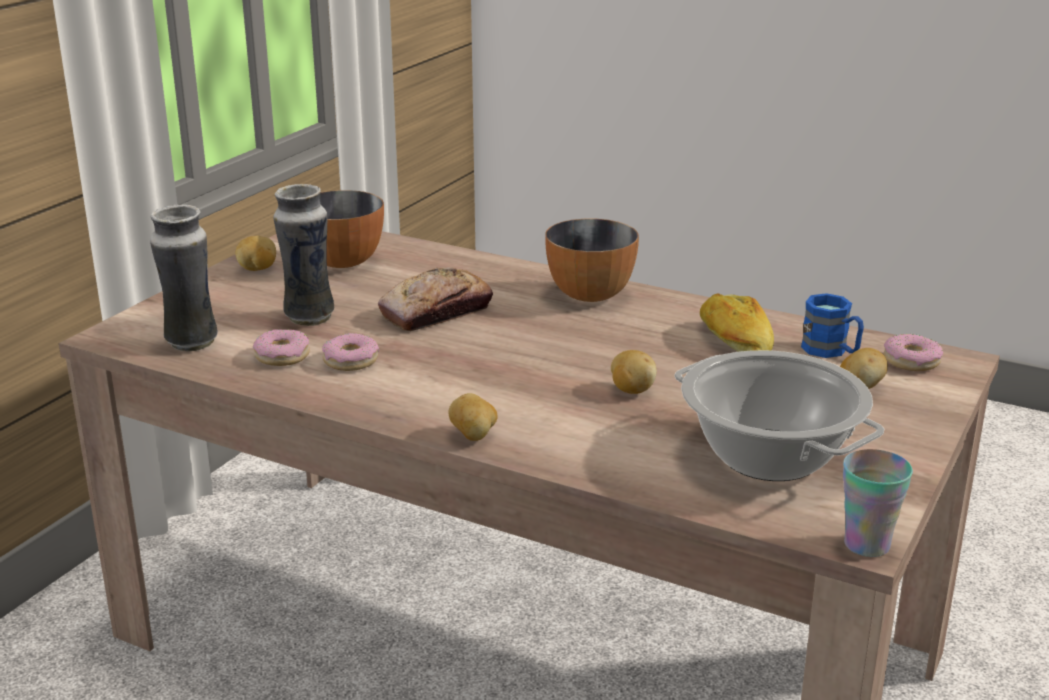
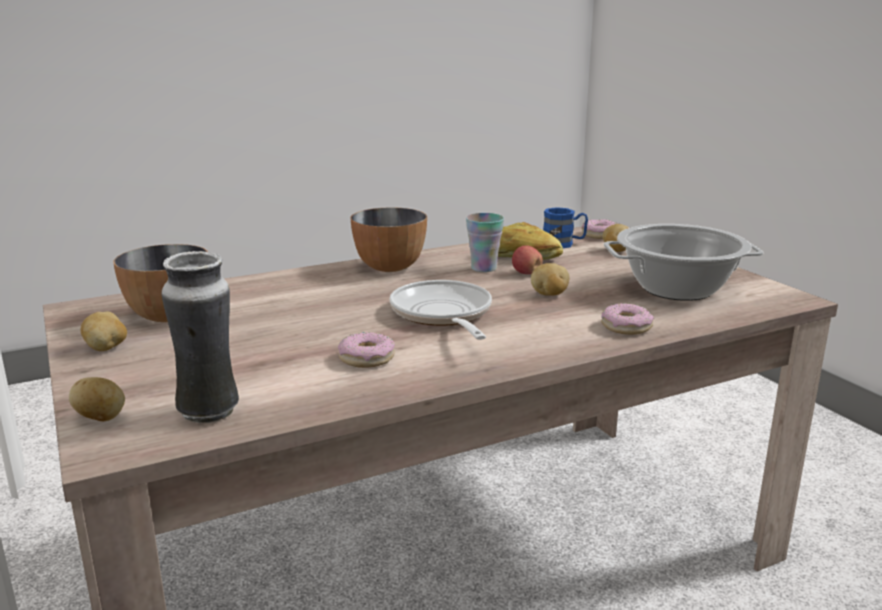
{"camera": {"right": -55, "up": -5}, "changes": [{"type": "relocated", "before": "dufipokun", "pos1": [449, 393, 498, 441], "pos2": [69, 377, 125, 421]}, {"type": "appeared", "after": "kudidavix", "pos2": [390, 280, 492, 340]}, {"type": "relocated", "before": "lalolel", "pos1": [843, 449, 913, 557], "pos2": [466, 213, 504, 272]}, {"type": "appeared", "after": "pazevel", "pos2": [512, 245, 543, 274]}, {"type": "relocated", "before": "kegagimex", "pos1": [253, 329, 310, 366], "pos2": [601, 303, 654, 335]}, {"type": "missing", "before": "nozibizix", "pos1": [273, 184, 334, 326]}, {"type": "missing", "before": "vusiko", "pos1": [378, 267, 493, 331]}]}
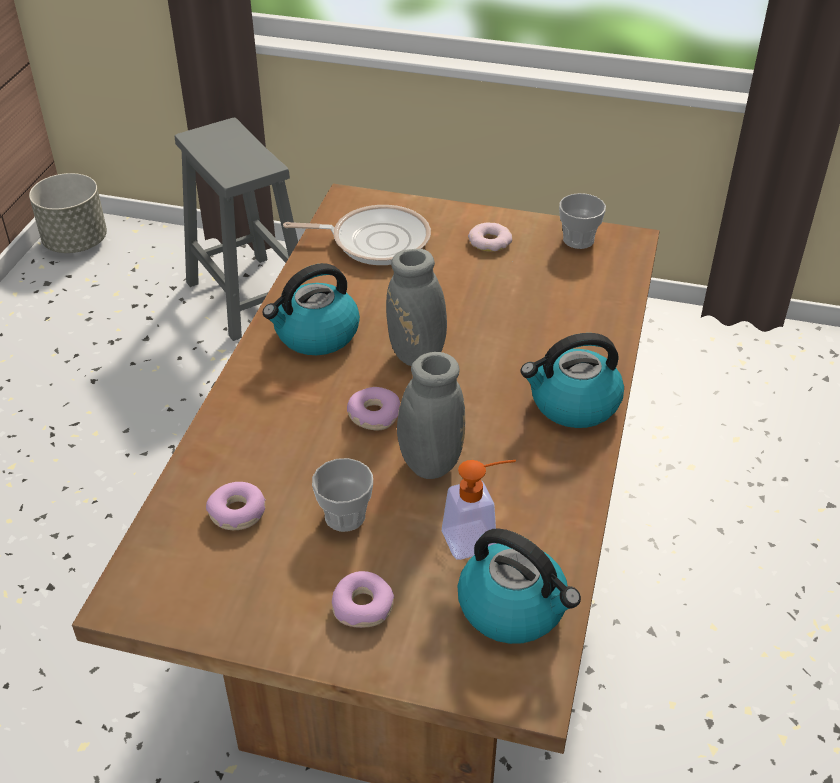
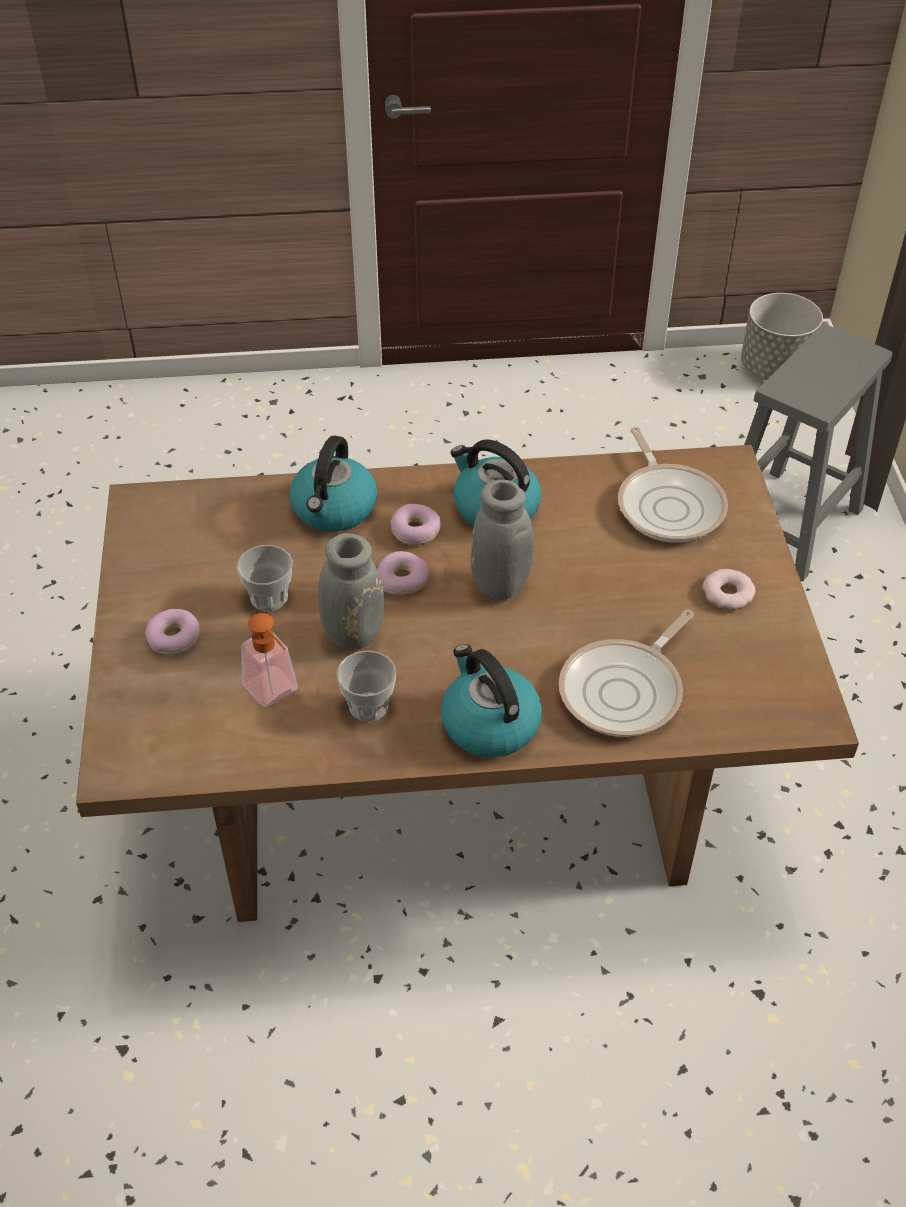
{"camera": {"right": 70, "up": 5}, "changes": [{"type": "relocated", "before": "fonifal", "pos1": [457, 528, 581, 644], "pos2": [290, 436, 377, 532]}, {"type": "relocated", "before": "lalolel", "pos1": [559, 193, 606, 249], "pos2": [336, 650, 397, 722]}, {"type": "relocated", "before": "kegagimex", "pos1": [206, 482, 266, 530], "pos2": [390, 504, 441, 545]}, {"type": "appeared", "after": "kudidavix", "pos2": [559, 610, 694, 737]}]}
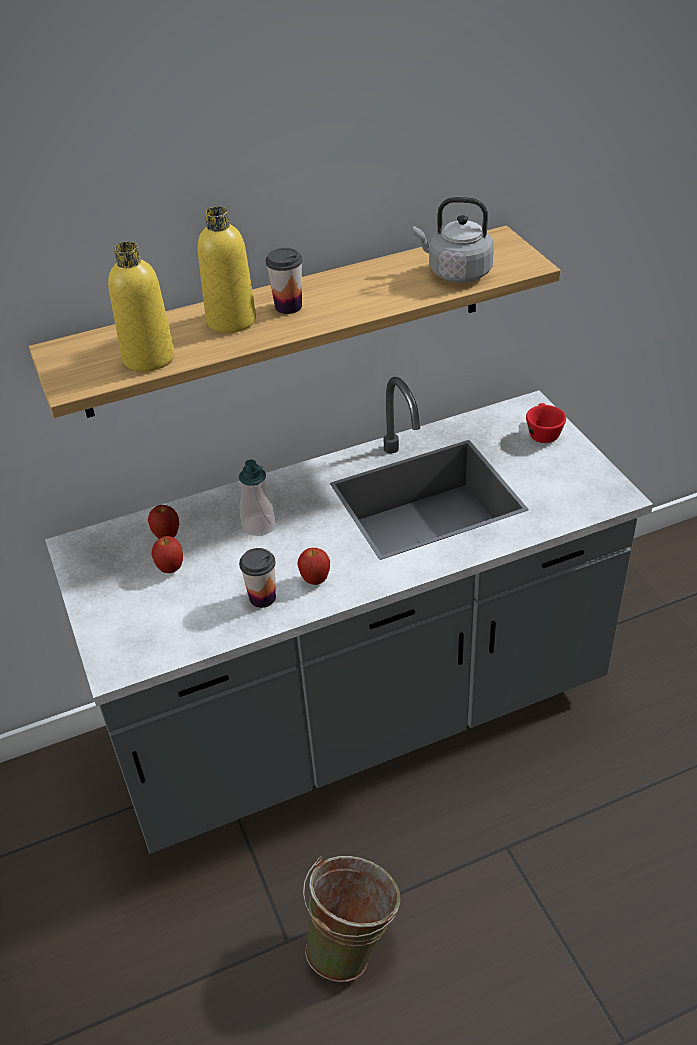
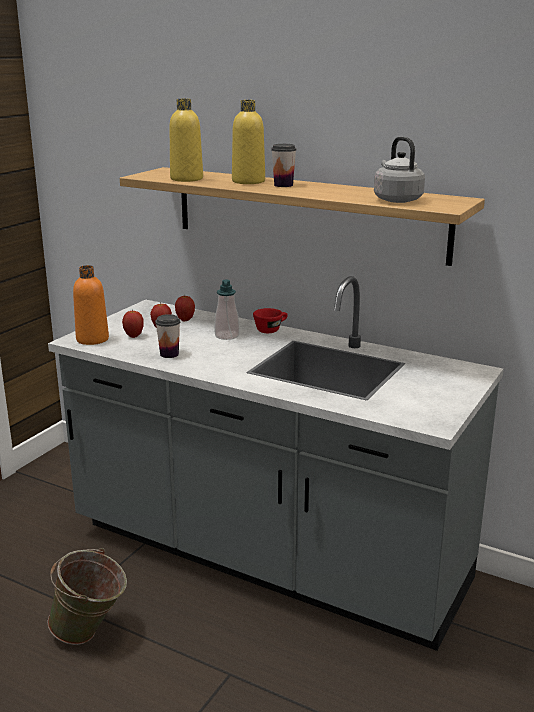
{"camera": {"right": 50, "up": -20}, "changes": [{"type": "appeared", "after": "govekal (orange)", "pos2": [73, 265, 109, 345]}, {"type": "relocated", "before": "pazevel", "pos1": [297, 548, 330, 585], "pos2": [122, 311, 144, 338]}, {"type": "relocated", "before": "lalolel (red)", "pos1": [526, 403, 566, 443], "pos2": [253, 308, 288, 333]}]}
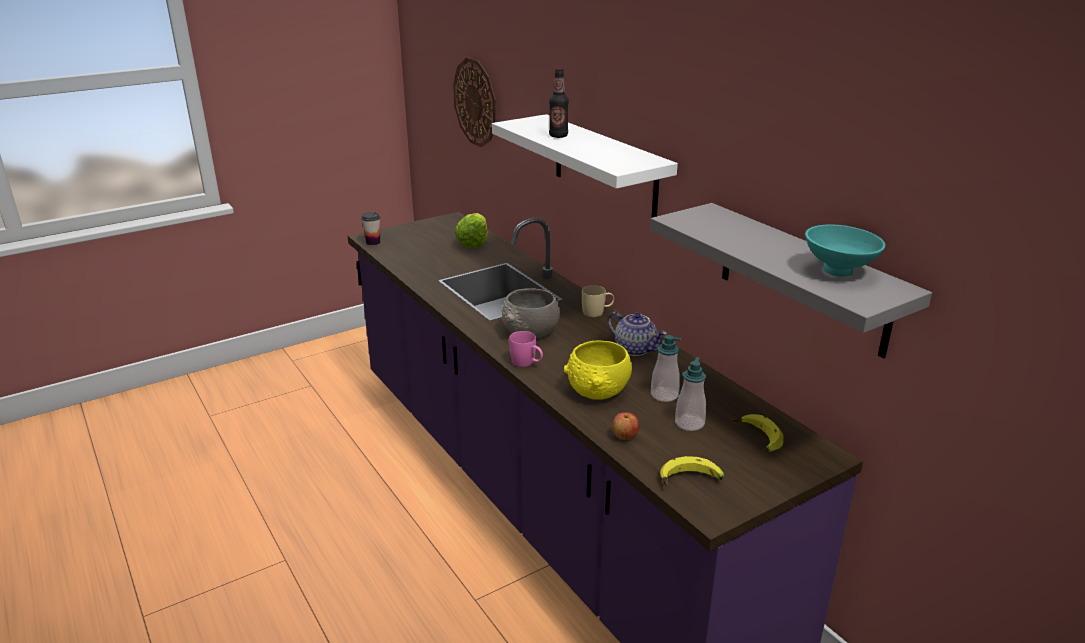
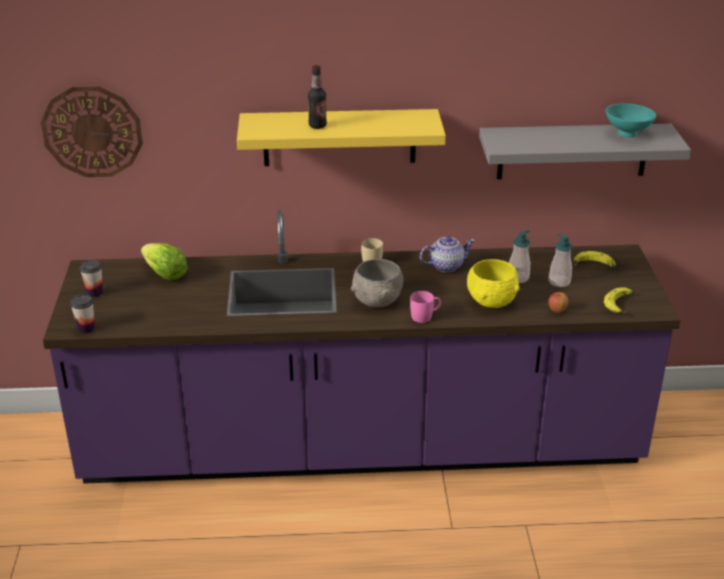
{"camera": {"right": -60, "up": 5}, "changes": [{"type": "appeared", "after": "lalolel", "pos2": [80, 260, 103, 297]}, {"type": "colour", "before": "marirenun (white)", "after": "marirenun (yellow)", "pos1": [492, 114, 678, 218], "pos2": [237, 109, 446, 166]}]}
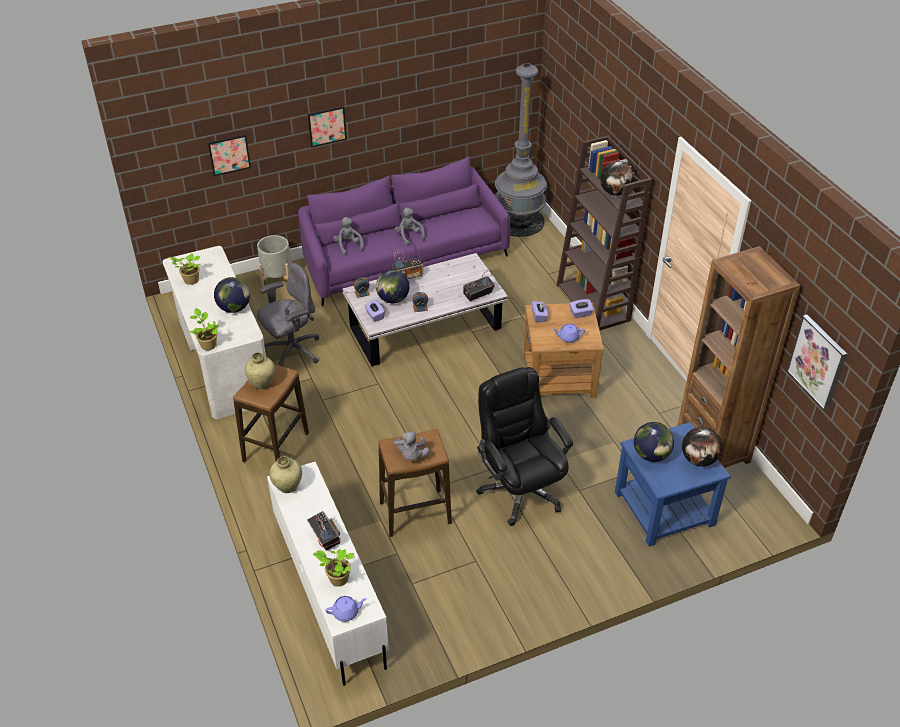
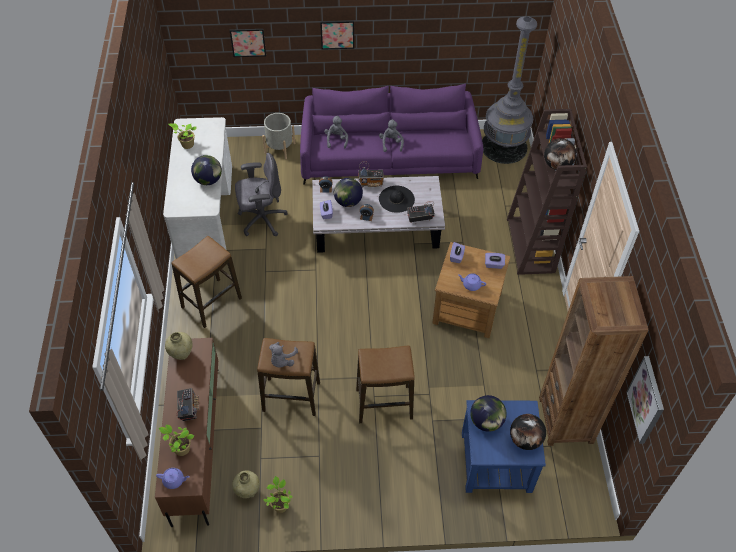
{"camera": {"right": 20, "up": 10}, "changes": [{"type": "colour", "before": "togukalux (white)", "after": "togukalux (brown)", "pos1": [267, 462, 389, 686], "pos2": [155, 338, 218, 527]}, {"type": "relocated", "before": "nozibizix (beige)", "pos1": [245, 352, 275, 389], "pos2": [232, 470, 260, 499]}, {"type": "relocated", "before": "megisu", "pos1": [190, 308, 219, 350], "pos2": [264, 476, 293, 513]}, {"type": "exchanged", "before": "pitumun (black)", "after": "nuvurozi", "pos1": [476, 367, 573, 526], "pos2": [356, 346, 415, 423]}, {"type": "appeared", "after": "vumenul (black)", "pos2": [379, 186, 415, 213]}]}
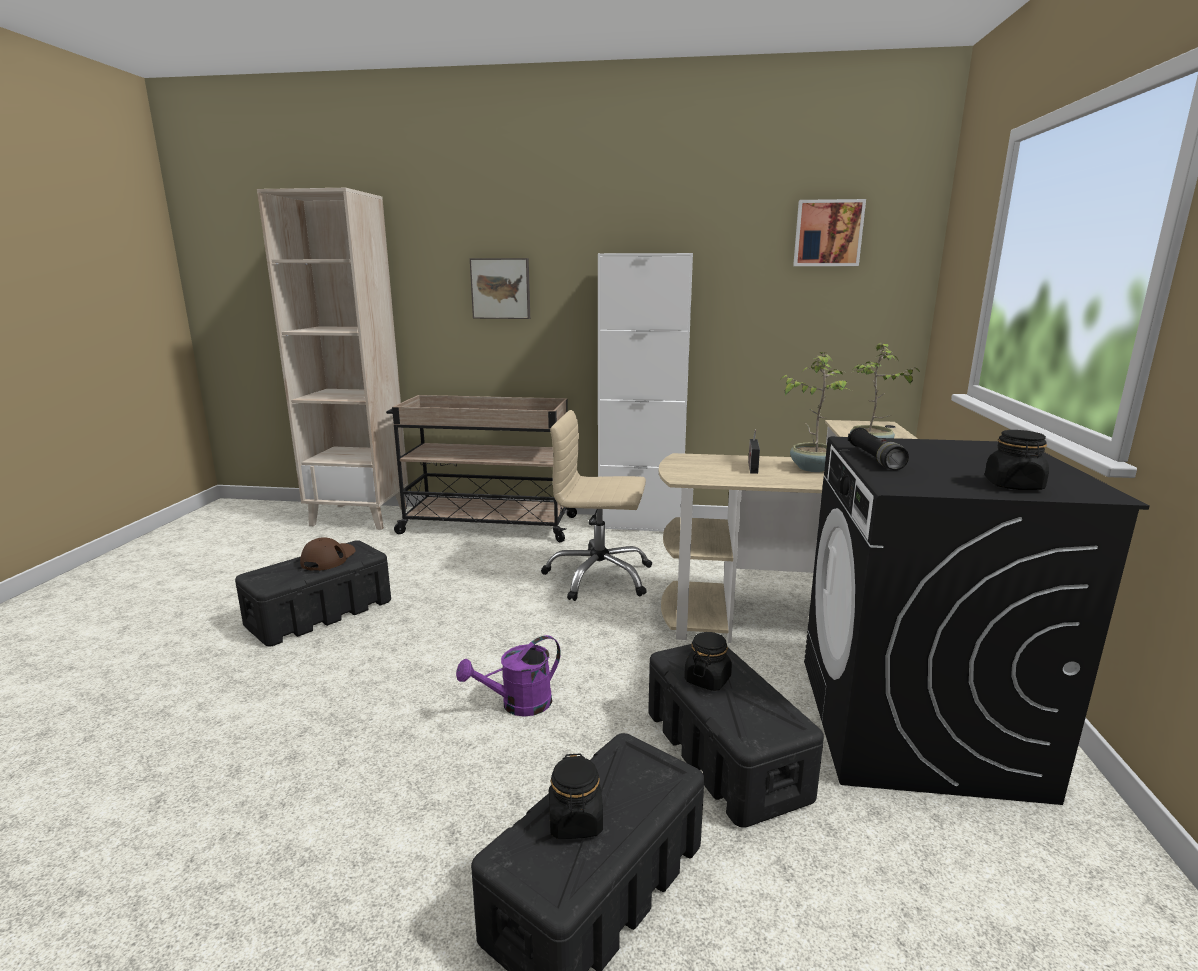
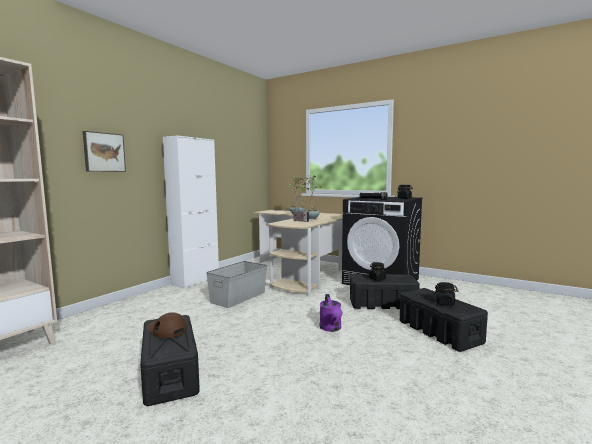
{"camera": {"right": -65, "up": -10}, "changes": [{"type": "exchanged", "before": "pitumun (beige)", "after": "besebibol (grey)", "pos1": [541, 410, 652, 601], "pos2": [206, 261, 267, 308]}, {"type": "missing", "before": "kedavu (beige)", "pos1": [386, 395, 577, 542]}, {"type": "missing", "before": "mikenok", "pos1": [793, 199, 866, 266]}]}
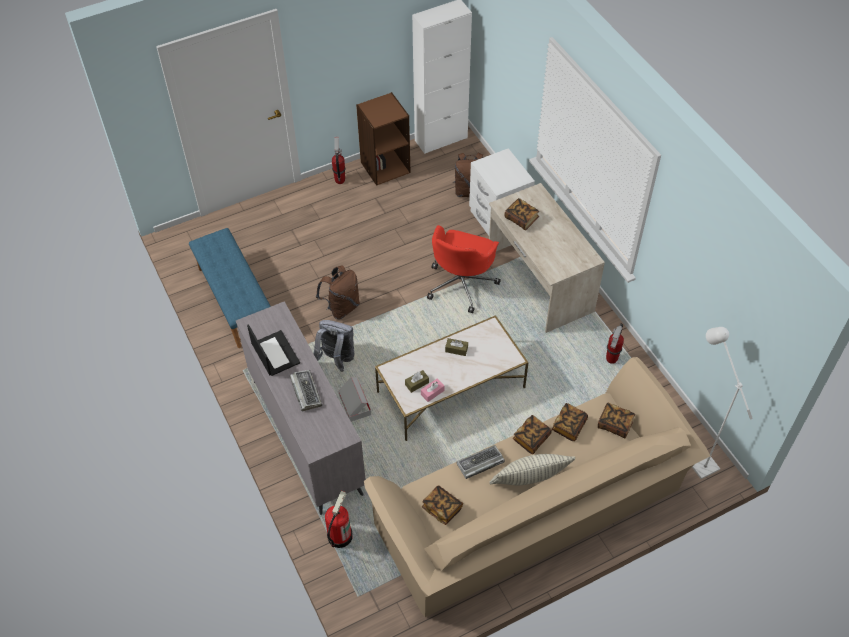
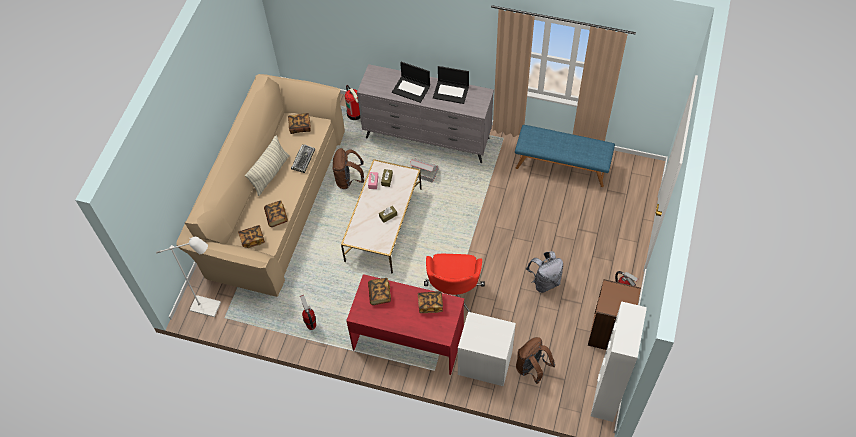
{"camera": {"right": 135, "up": 5}, "changes": [{"type": "relocated", "before": "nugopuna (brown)", "pos1": [316, 265, 360, 319], "pos2": [332, 148, 364, 189]}, {"type": "colour", "before": "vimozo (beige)", "after": "vimozo (red)", "pos1": [489, 183, 605, 333], "pos2": [346, 274, 464, 375]}, {"type": "relocated", "before": "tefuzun", "pos1": [513, 415, 552, 454], "pos2": [368, 278, 391, 305]}, {"type": "exchanged", "before": "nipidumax", "after": "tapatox", "pos1": [290, 370, 322, 411], "pos2": [392, 62, 430, 103]}, {"type": "spun", "before": "pitumun (red)", "pos1": [427, 225, 501, 313], "pos2": [424, 254, 485, 312], "turn": -150}, {"type": "relocated", "before": "nugopuna (grey)", "pos1": [314, 320, 354, 372], "pos2": [526, 251, 563, 293]}]}
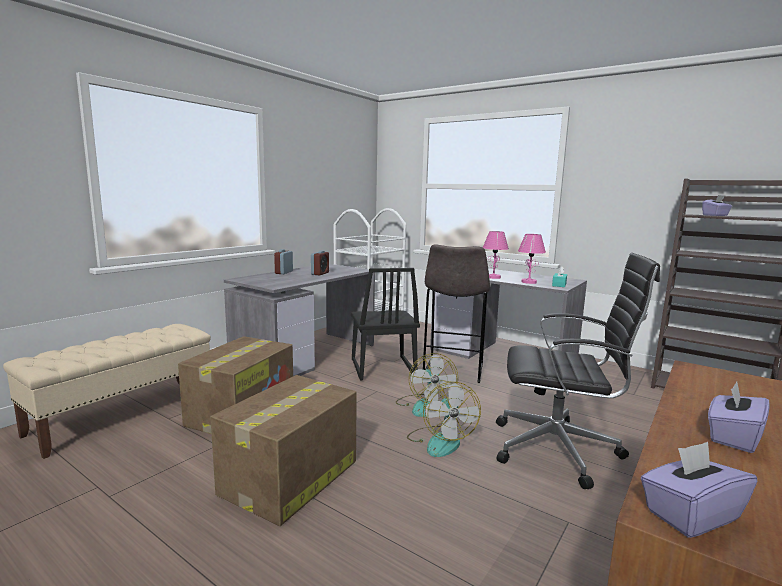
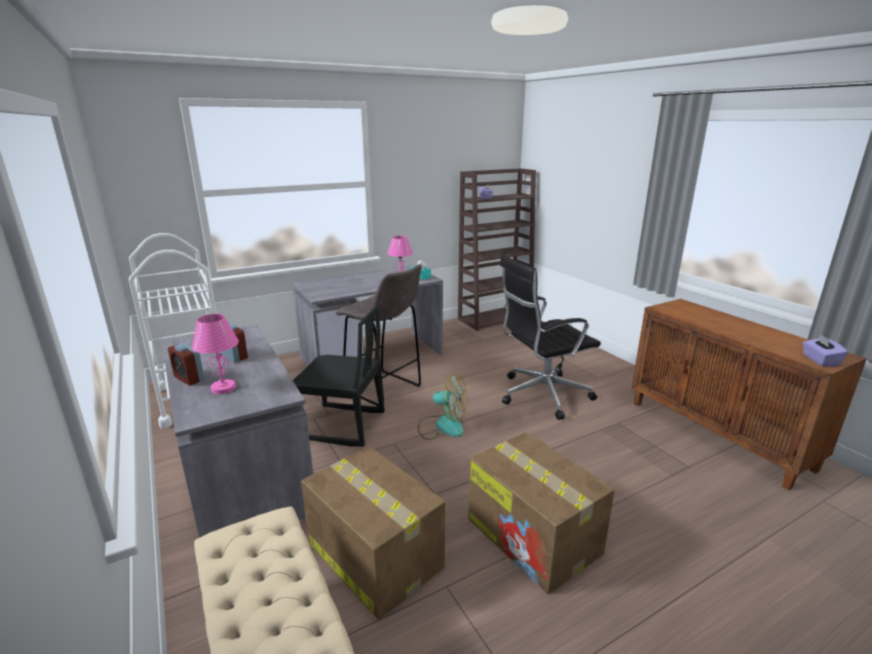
{"camera": {"right": -65, "up": 10}, "changes": [{"type": "relocated", "before": "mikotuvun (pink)", "pos1": [483, 231, 509, 279], "pos2": [192, 314, 239, 394]}, {"type": "spun", "before": "pitumun (black)", "pos1": [496, 253, 660, 489], "pos2": [500, 254, 601, 420], "turn": -150}, {"type": "missing", "before": "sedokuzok", "pos1": [407, 382, 481, 457]}, {"type": "missing", "before": "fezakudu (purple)", "pos1": [708, 381, 770, 453]}]}
